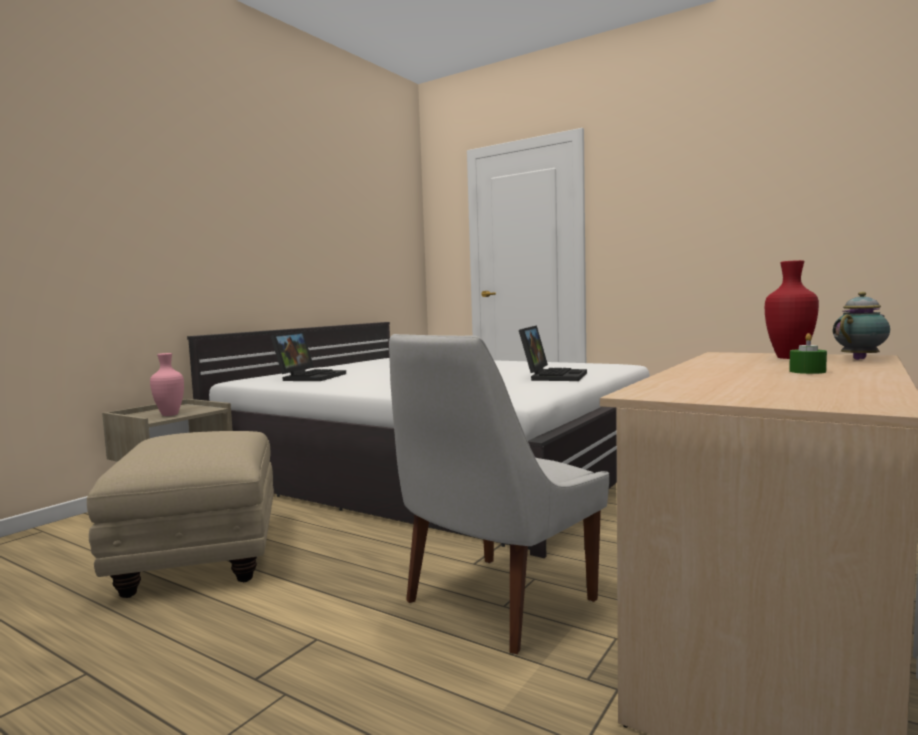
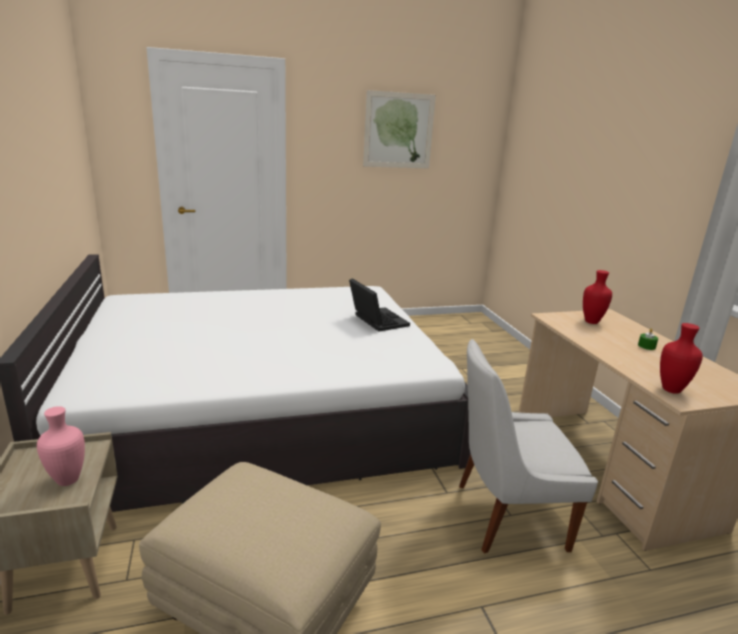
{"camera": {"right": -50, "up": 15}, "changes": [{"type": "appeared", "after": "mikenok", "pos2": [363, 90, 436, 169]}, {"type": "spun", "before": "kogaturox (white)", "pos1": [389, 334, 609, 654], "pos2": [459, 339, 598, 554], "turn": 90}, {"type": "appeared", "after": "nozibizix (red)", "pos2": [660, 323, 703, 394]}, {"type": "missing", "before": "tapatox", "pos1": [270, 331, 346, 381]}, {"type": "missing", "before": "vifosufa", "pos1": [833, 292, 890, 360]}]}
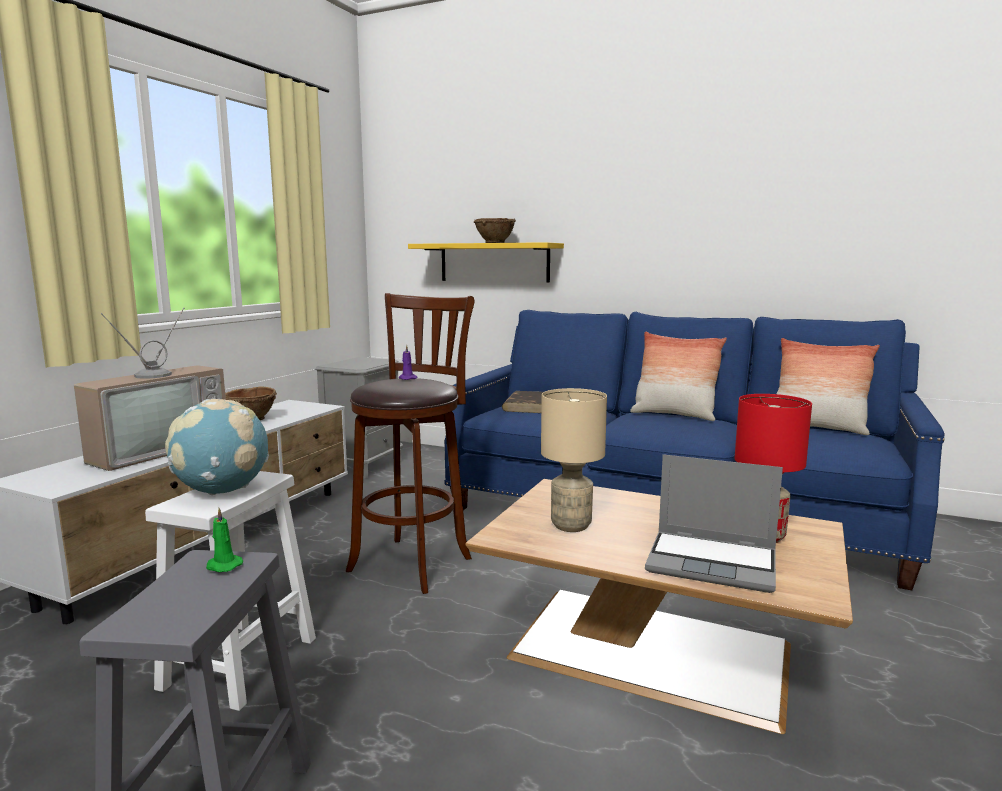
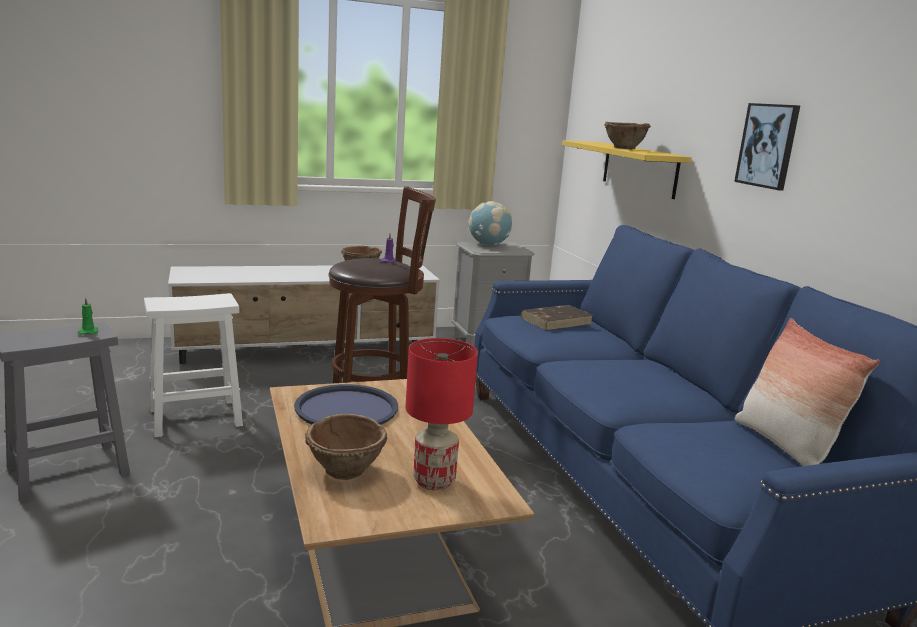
{"camera": {"right": 45, "up": 5}, "changes": [{"type": "exchanged", "before": "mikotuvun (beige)", "after": "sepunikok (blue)", "pos1": [541, 388, 607, 532], "pos2": [294, 384, 398, 425]}, {"type": "exchanged", "before": "tapatox", "after": "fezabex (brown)", "pos1": [645, 454, 783, 593], "pos2": [305, 414, 387, 480]}, {"type": "relocated", "before": "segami", "pos1": [165, 399, 269, 495], "pos2": [468, 201, 512, 245]}, {"type": "appeared", "after": "mikenok", "pos2": [734, 103, 800, 191]}, {"type": "missing", "before": "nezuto", "pos1": [74, 307, 226, 471]}, {"type": "missing", "before": "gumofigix", "pos1": [630, 332, 727, 421]}]}
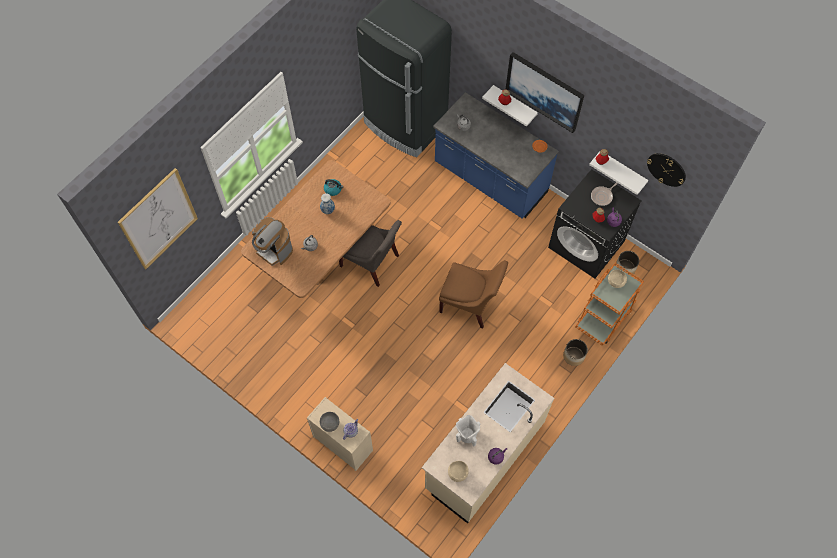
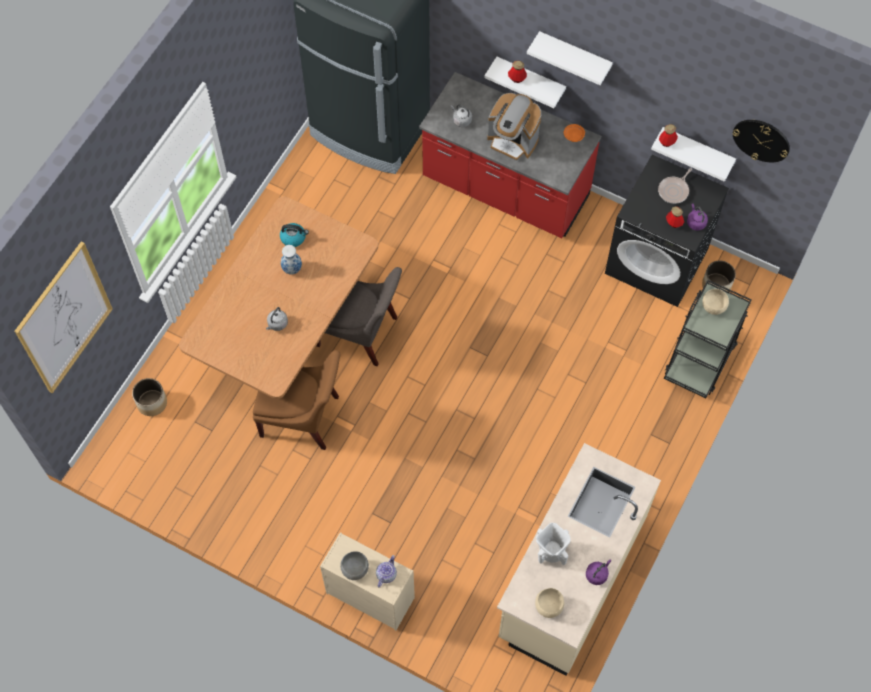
{"camera": {"right": -10, "up": 0}, "changes": [{"type": "relocated", "before": "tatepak", "pos1": [563, 339, 588, 366], "pos2": [132, 378, 167, 416]}, {"type": "relocated", "before": "kogaturox (brown)", "pos1": [439, 260, 508, 329], "pos2": [253, 350, 341, 450]}, {"type": "colour", "before": "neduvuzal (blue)", "after": "neduvuzal (red)", "pos1": [433, 92, 559, 219], "pos2": [419, 72, 601, 238]}, {"type": "relocated", "before": "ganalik", "pos1": [252, 217, 293, 266], "pos2": [487, 93, 541, 161]}, {"type": "exchanged", "before": "mikenok", "after": "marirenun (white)", "pos1": [506, 52, 584, 133], "pos2": [527, 31, 613, 85]}, {"type": "colour", "before": "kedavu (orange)", "after": "kedavu (black)", "pos1": [575, 263, 644, 346], "pos2": [664, 280, 752, 398]}]}
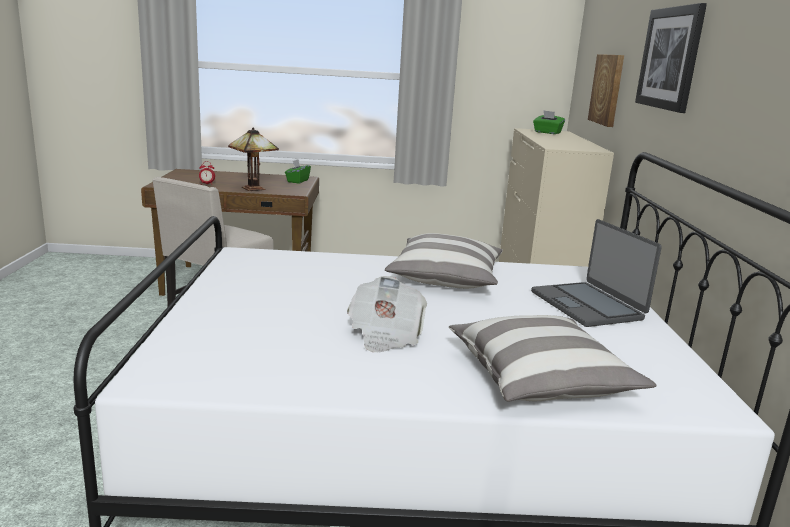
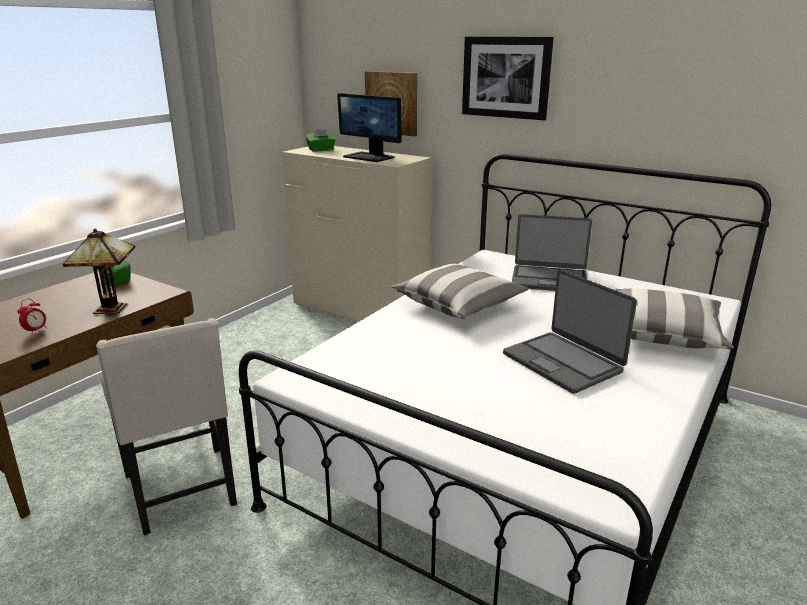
{"camera": {"right": -55, "up": 5}, "changes": [{"type": "appeared", "after": "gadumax", "pos2": [337, 93, 402, 162]}, {"type": "exchanged", "before": "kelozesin", "after": "tapatox", "pos1": [347, 276, 427, 352], "pos2": [503, 269, 637, 394]}]}
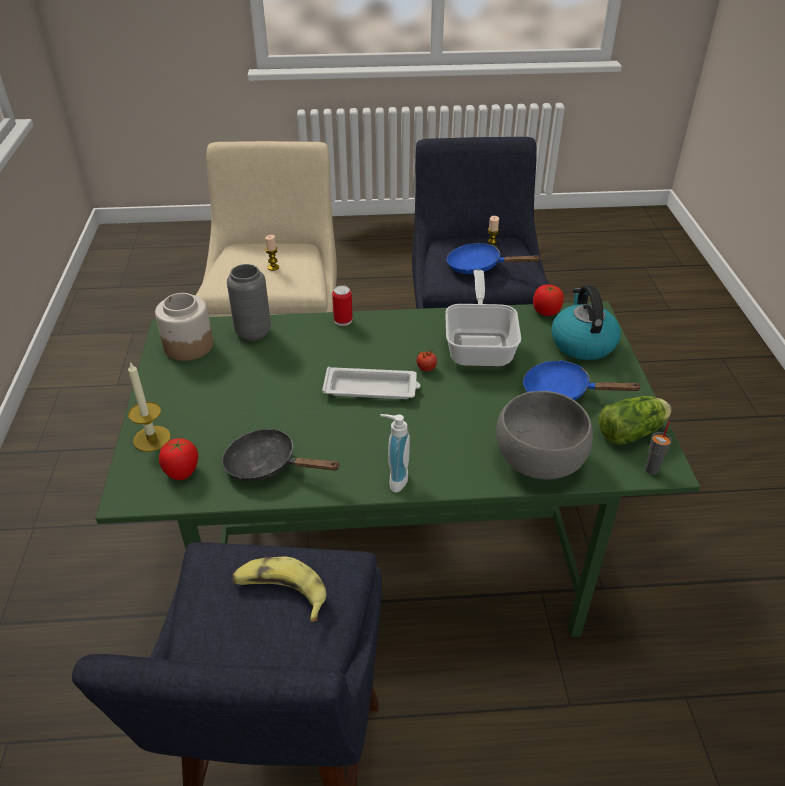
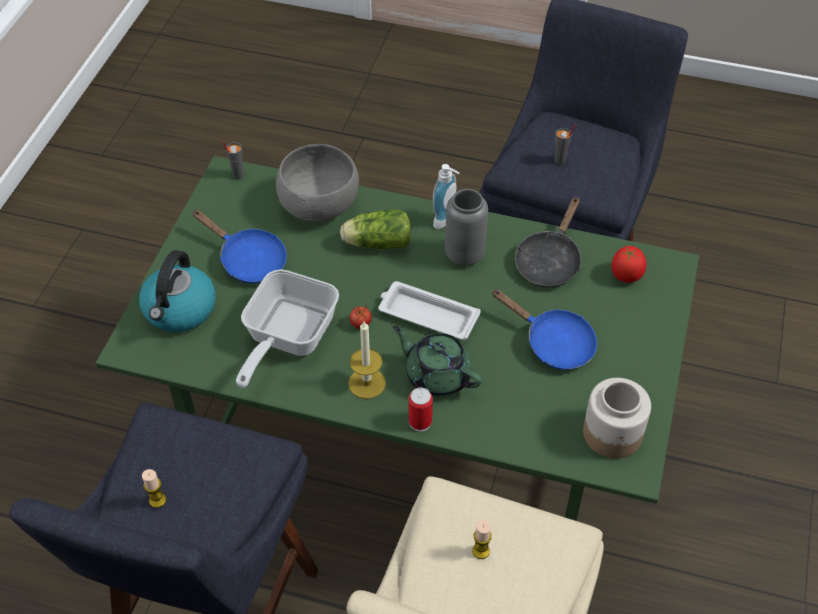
{"camera": {"right": -160, "up": 10}, "changes": [{"type": "relocated", "before": "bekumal", "pos1": [598, 396, 671, 445], "pos2": [340, 209, 411, 249]}, {"type": "relocated", "before": "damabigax", "pos1": [128, 362, 171, 452], "pos2": [348, 321, 386, 399]}, {"type": "appeared", "after": "vifosufa (green)", "pos2": [393, 326, 482, 397]}, {"type": "relocated", "before": "nozibizix (grey)", "pos1": [227, 264, 271, 341], "pos2": [445, 189, 488, 266]}, {"type": "relocated", "before": "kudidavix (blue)", "pos1": [447, 243, 541, 274], "pos2": [492, 289, 597, 370]}, {"type": "spun", "before": "kudidavix (black)", "pos1": [222, 428, 341, 482], "pos2": [515, 196, 581, 288], "turn": 75}, {"type": "exchanged", "before": "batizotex", "after": "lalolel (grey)", "pos1": [232, 556, 327, 622], "pos2": [554, 124, 576, 165]}, {"type": "missing", "before": "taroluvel", "pos1": [533, 284, 564, 316]}]}
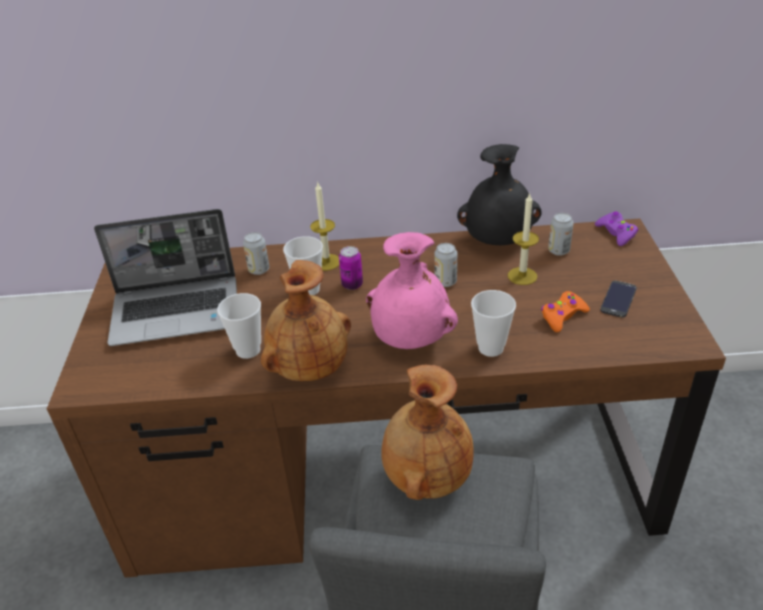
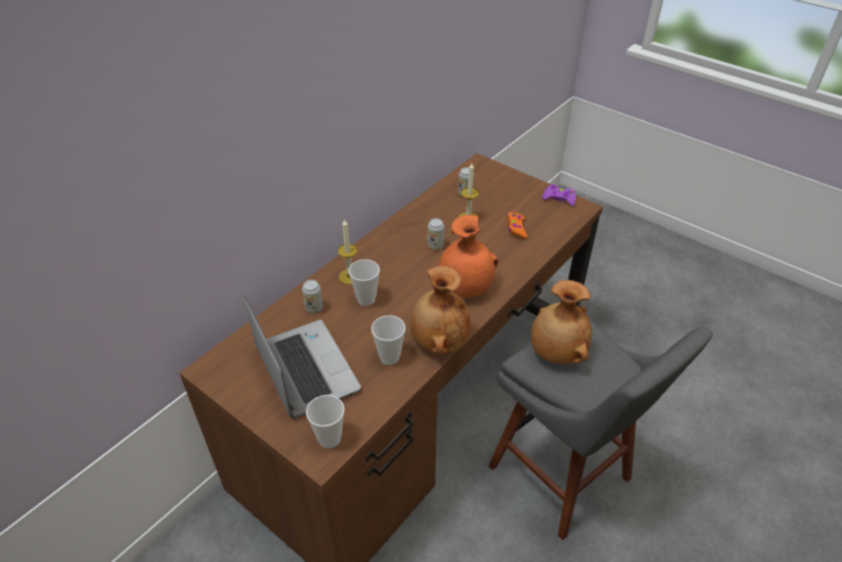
{"camera": {"right": -50, "up": 5}, "changes": [{"type": "spun", "before": "tapatox", "pos1": [94, 209, 237, 346], "pos2": [244, 296, 361, 418], "turn": -60}, {"type": "relocated", "before": "lalolel", "pos1": [471, 290, 516, 357], "pos2": [306, 395, 345, 449]}, {"type": "colour", "before": "nozibizix (pink)", "after": "nozibizix (orange)", "pos1": [366, 232, 458, 349], "pos2": [439, 215, 498, 297]}, {"type": "relocated", "before": "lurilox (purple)", "pos1": [595, 212, 638, 246], "pos2": [542, 185, 576, 206]}, {"type": "missing", "before": "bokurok", "pos1": [339, 246, 363, 290]}, {"type": "missing", "before": "nozibizix (black)", "pos1": [457, 144, 542, 245]}, {"type": "missing", "before": "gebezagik", "pos1": [600, 281, 637, 317]}]}
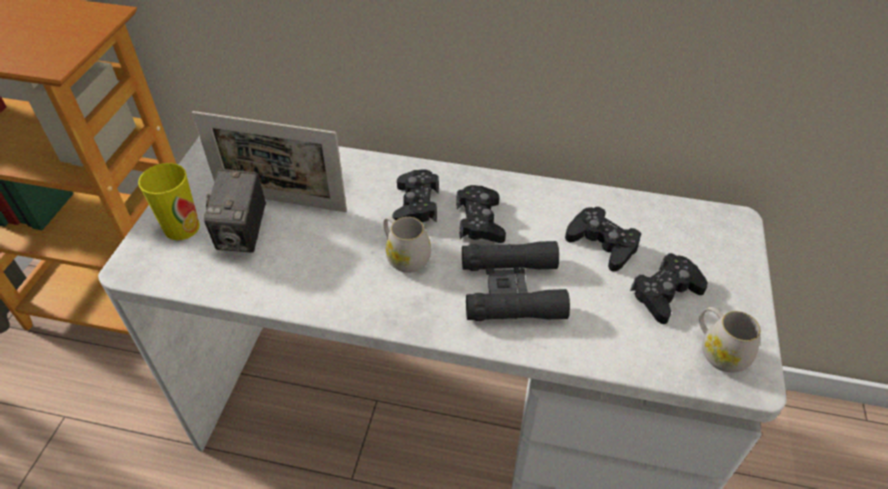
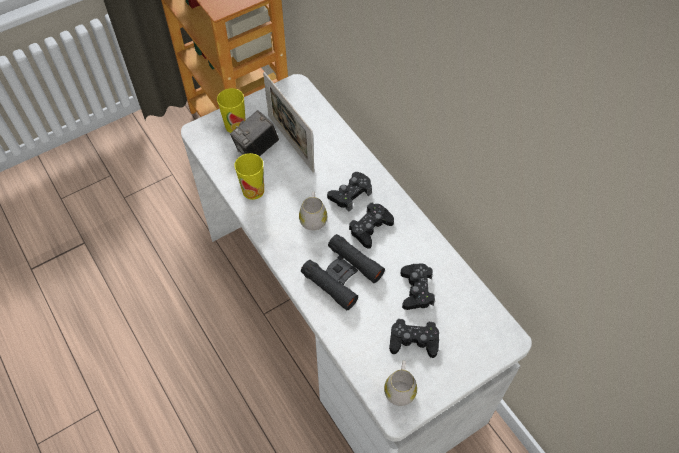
{"camera": {"right": 45, "up": 10}, "changes": [{"type": "appeared", "after": "lalolel", "pos2": [235, 153, 264, 200]}]}
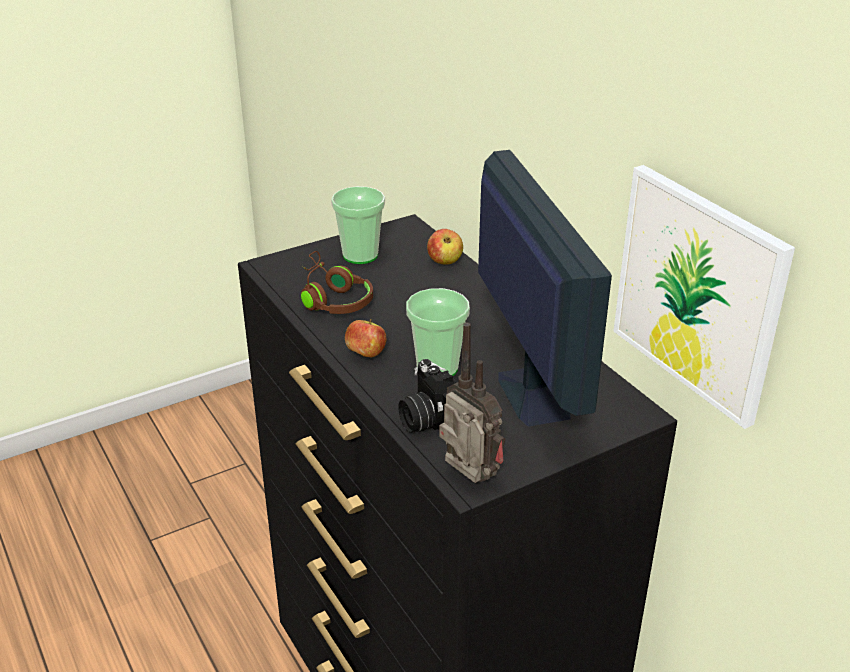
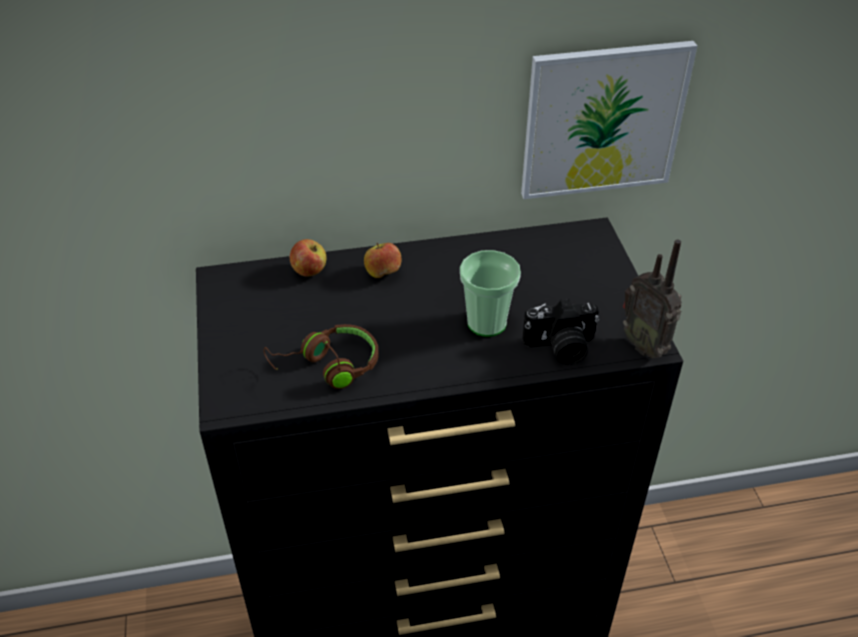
{"camera": {"right": -70, "up": 10}, "changes": [{"type": "relocated", "before": "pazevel", "pos1": [345, 319, 386, 357], "pos2": [364, 243, 402, 278]}, {"type": "spun", "before": "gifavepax", "pos1": [439, 323, 506, 483], "pos2": [623, 240, 682, 358], "turn": -105}, {"type": "missing", "before": "lalolel", "pos1": [331, 186, 385, 264]}, {"type": "missing", "before": "gadumax", "pos1": [478, 150, 612, 427]}]}
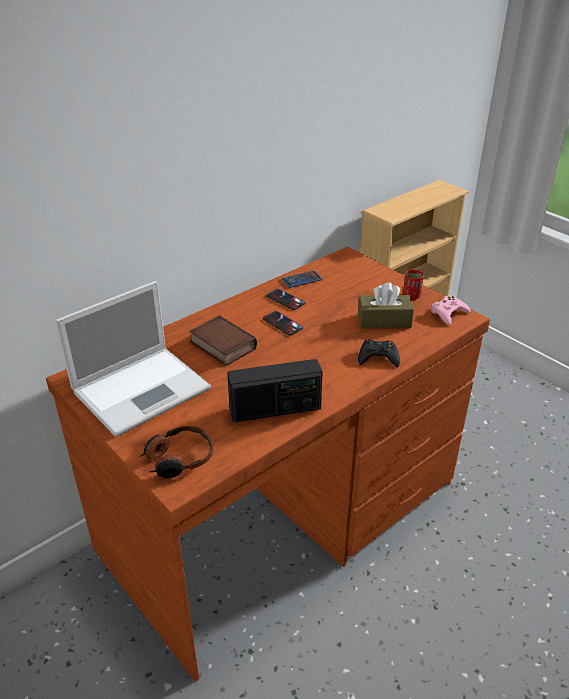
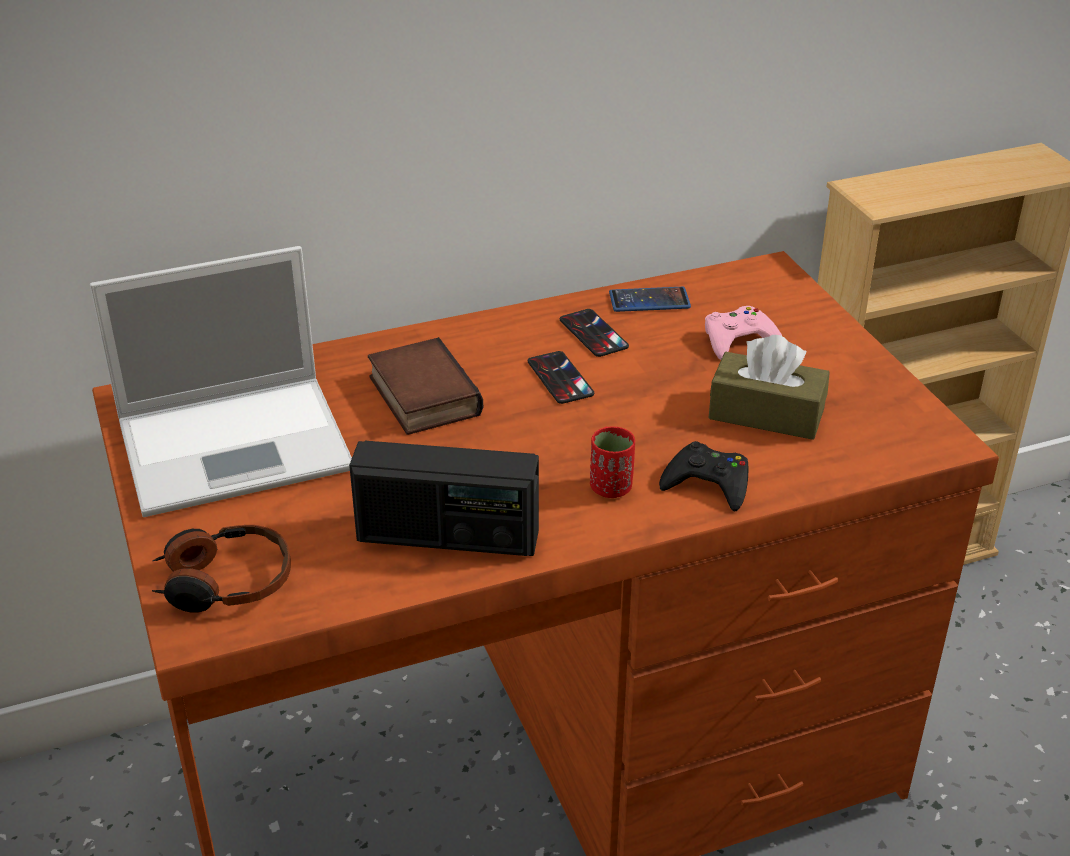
{"camera": {"right": 20, "up": 0}, "changes": [{"type": "relocated", "before": "lalolel (red)", "pos1": [403, 270, 424, 300], "pos2": [590, 426, 635, 498]}, {"type": "relocated", "before": "lurilox (pink)", "pos1": [431, 296, 471, 325], "pos2": [705, 306, 782, 360]}]}
